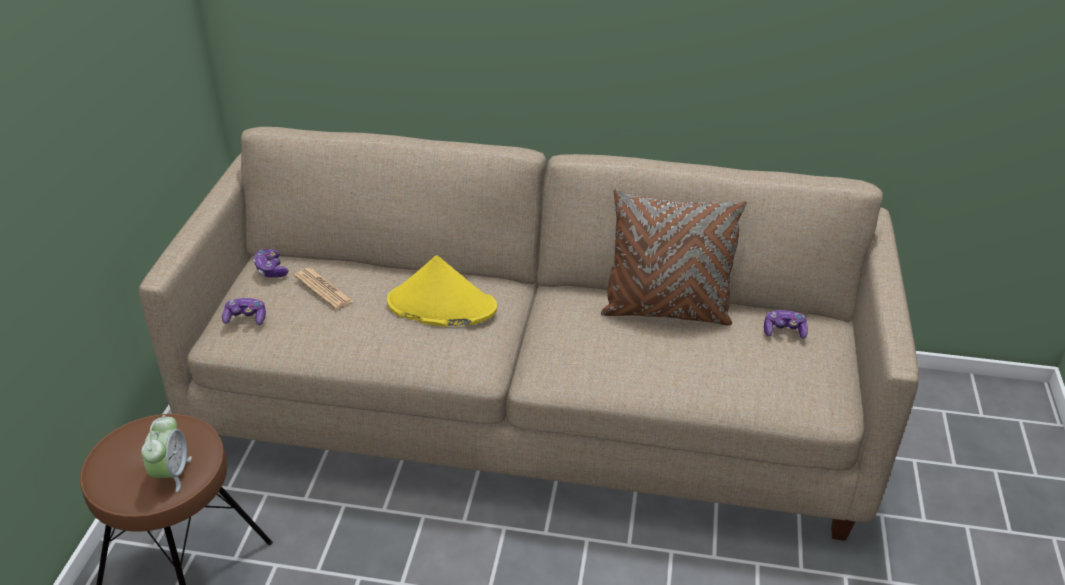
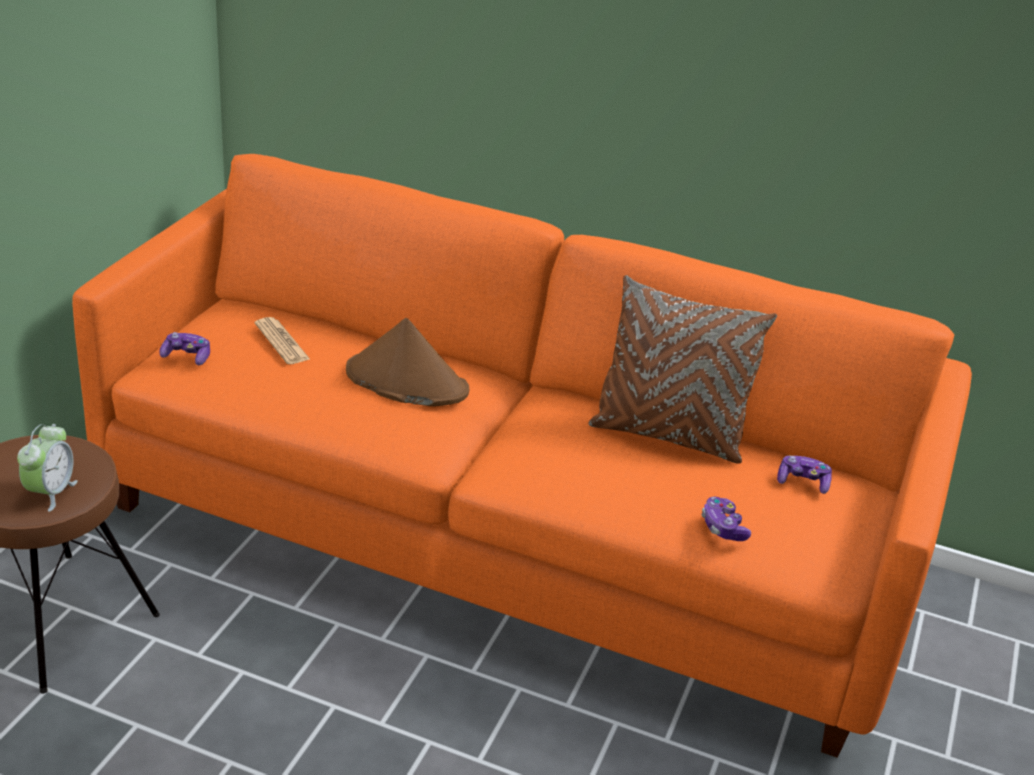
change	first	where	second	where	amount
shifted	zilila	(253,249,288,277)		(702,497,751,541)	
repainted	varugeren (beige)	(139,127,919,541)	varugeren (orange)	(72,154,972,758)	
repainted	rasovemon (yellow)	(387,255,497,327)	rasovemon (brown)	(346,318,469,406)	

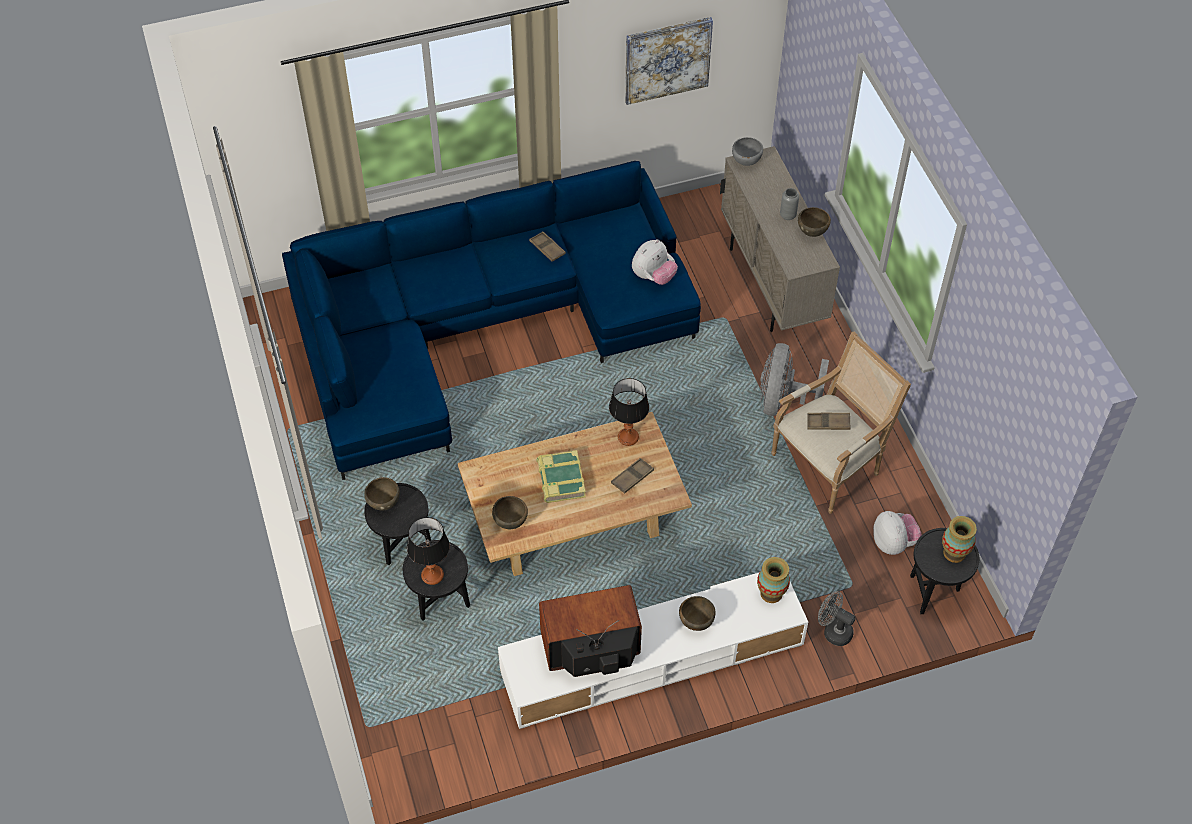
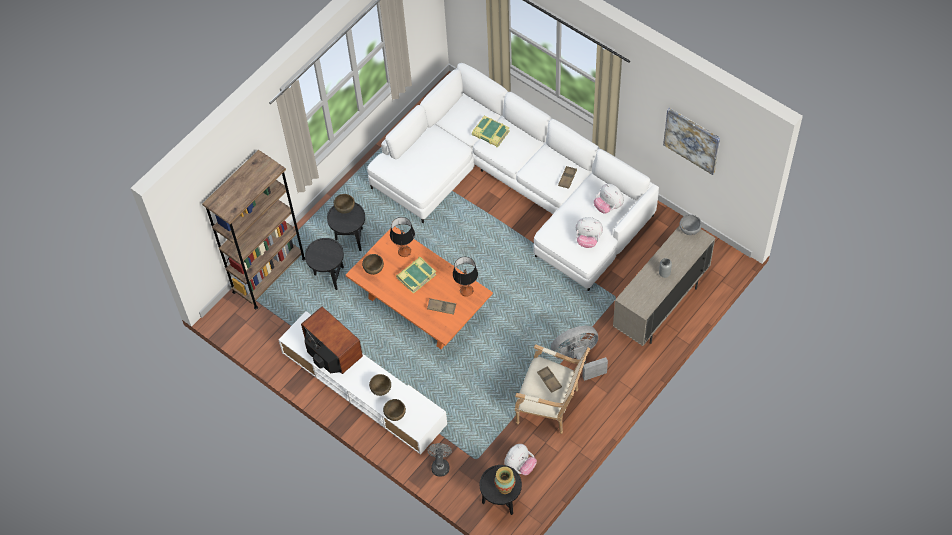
change	first	where	second	where	amount
gone	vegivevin	(757,557,790,603)			
new			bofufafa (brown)	(202,150,305,309)	
new			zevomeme	(472,115,510,147)	
new			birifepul	(594,183,624,213)	
shifted	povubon	(407,517,450,585)		(390,217,415,257)	
shifted	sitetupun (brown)	(798,207,831,237)		(383,399,406,421)	
repainted	varugeren (blue)	(282,161,701,480)	varugeren (white)	(367,63,659,291)	
repainted	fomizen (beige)	(458,412,692,576)	fomizen (orange)	(346,227,493,349)	

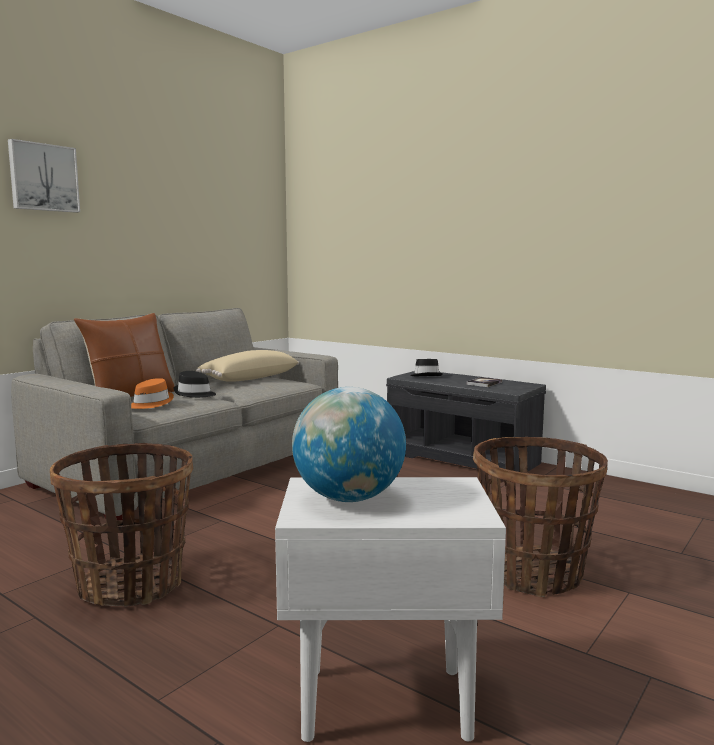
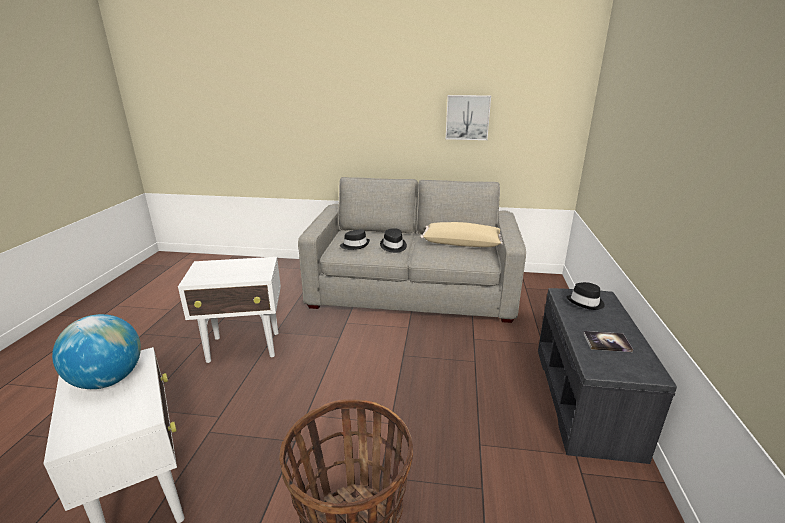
change	first	where	second	where	amount
gone	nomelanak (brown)	(74,313,174,397)			
shifted	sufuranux	(8,139,80,213)		(446,95,491,140)	
swapped	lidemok	(50,443,193,607)	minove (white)	(178,257,281,363)	
repainted	rasovemon (orange)	(131,378,174,409)	rasovemon (black)	(340,229,370,250)	

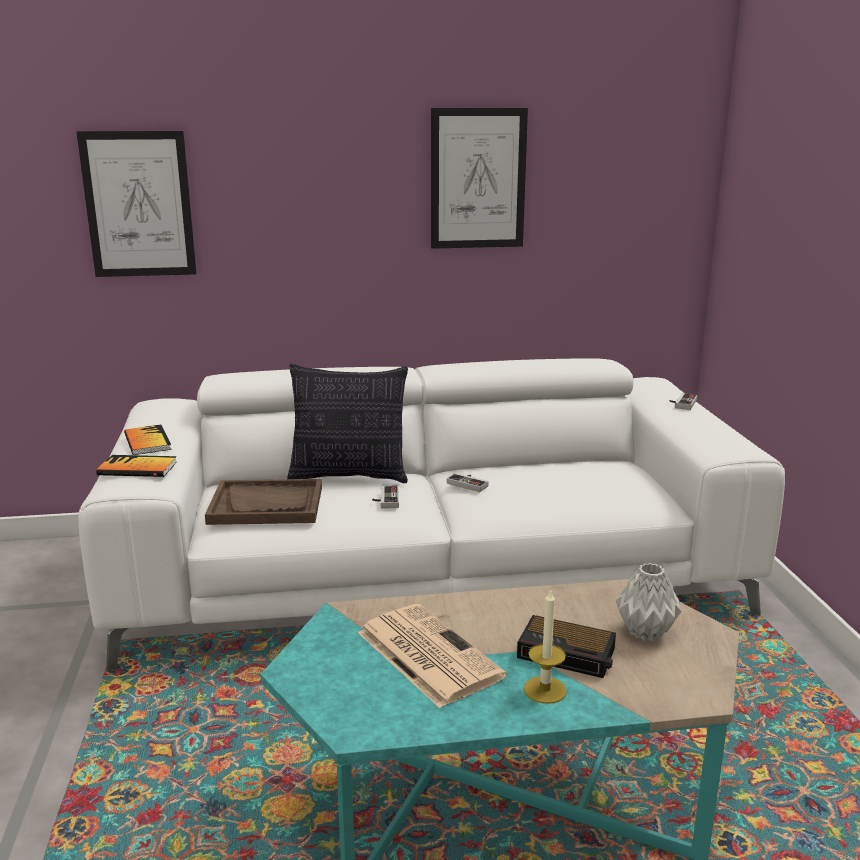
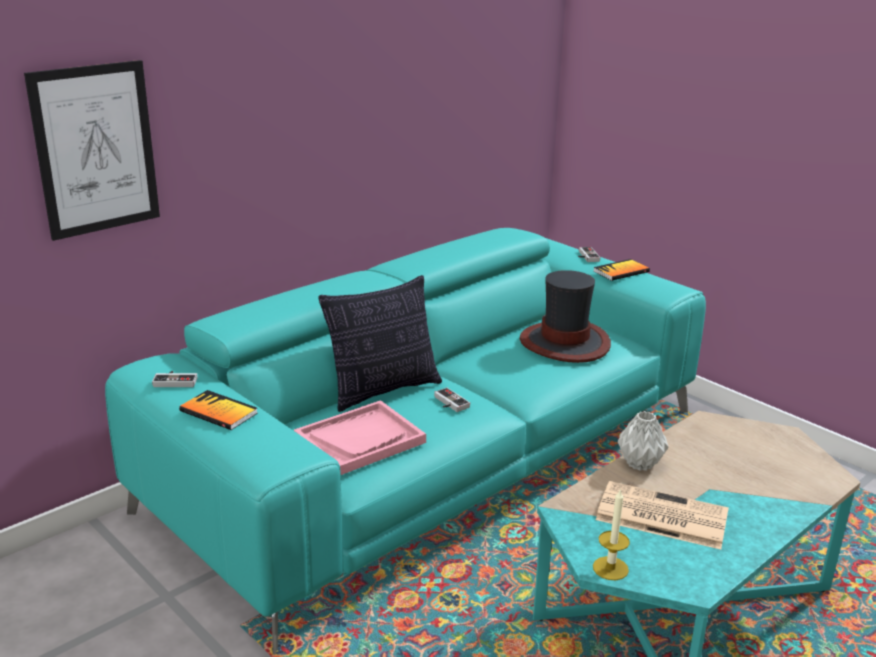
change	first	where	second	where	amount
gone	sufuranux	(431,108,528,249)			
gone	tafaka	(517,615,616,678)			
new			rasovemon	(520,270,611,363)	
shifted	zevomeme	(96,455,177,477)		(593,259,650,281)	
shifted	zilila	(447,473,489,492)		(152,371,197,387)	
shifted	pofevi	(524,588,567,704)		(593,488,630,580)	
shifted	vegivevin (grey)	(616,563,681,641)		(618,411,669,471)	
repainted	varugeren (white)	(78,358,785,672)	varugeren (turquoise)	(105,228,706,655)	
repainted	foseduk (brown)	(205,479,322,525)	foseduk (pink)	(294,400,426,475)	

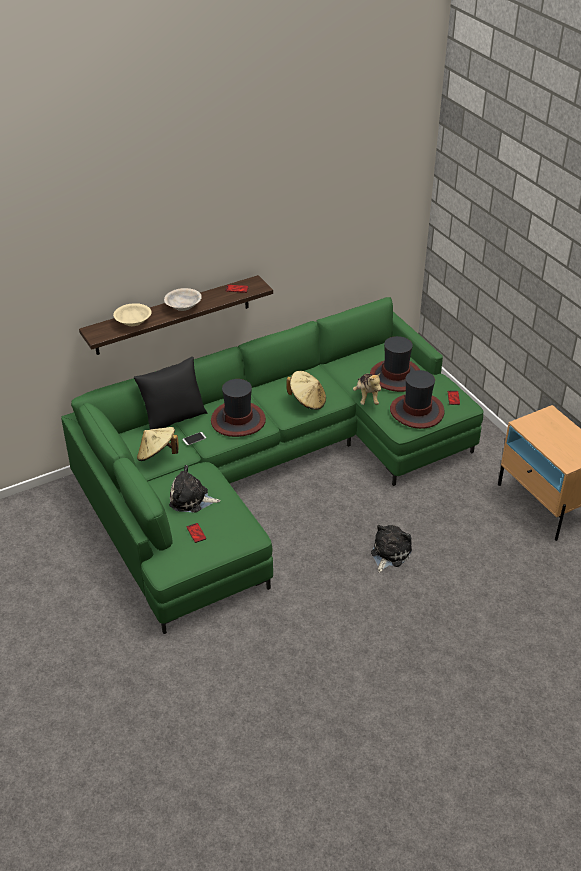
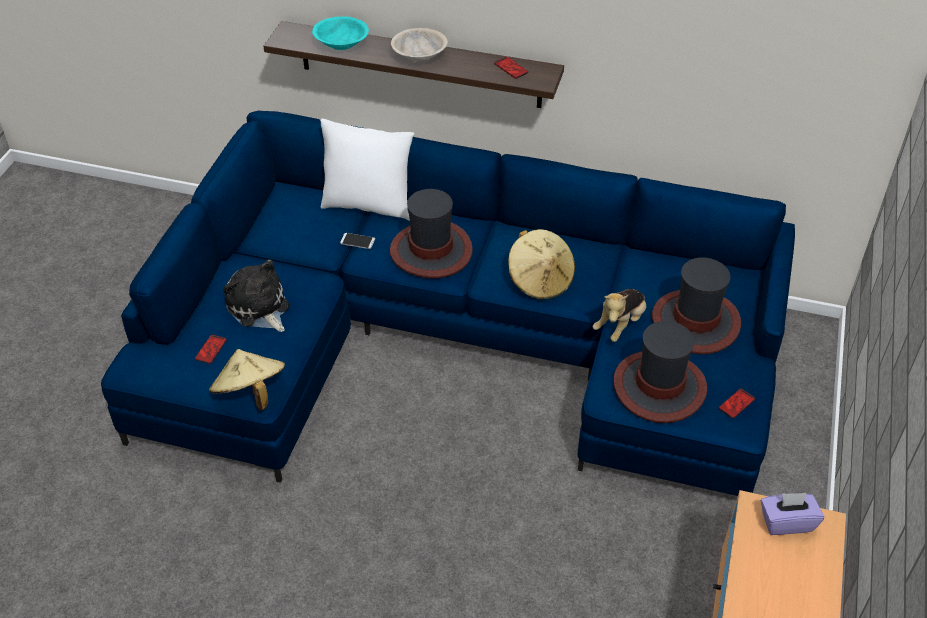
change	first	where	second	where	amount
gone	birifepul	(371,525,412,573)			
new			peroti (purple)	(761,493,824,535)	
shifted	rasovemon (beige)	(137,427,179,461)		(209,349,285,410)	
repainted	varugeren (green)	(61,297,484,634)	varugeren (blue)	(101,111,795,496)	
repainted	sitetupun (beige)	(113,303,152,326)	sitetupun (turquoise)	(312,16,369,50)	
repainted	nomelanak (black)	(134,357,207,430)	nomelanak (white)	(320,119,414,221)	

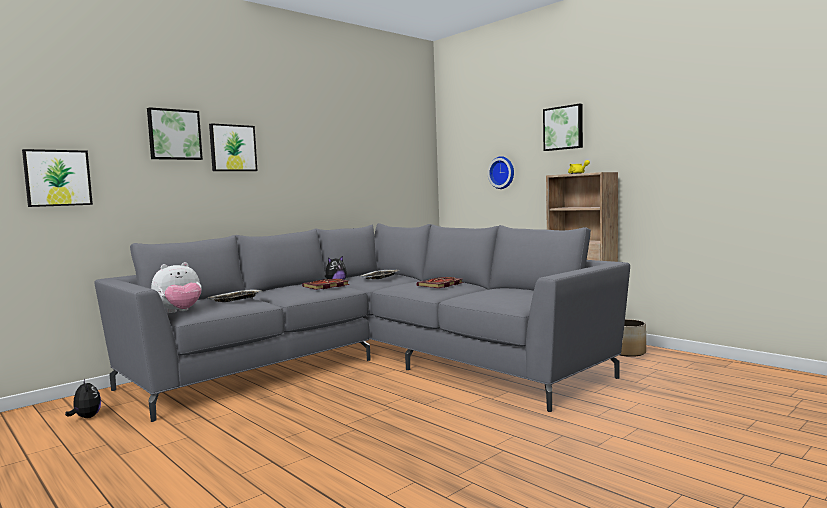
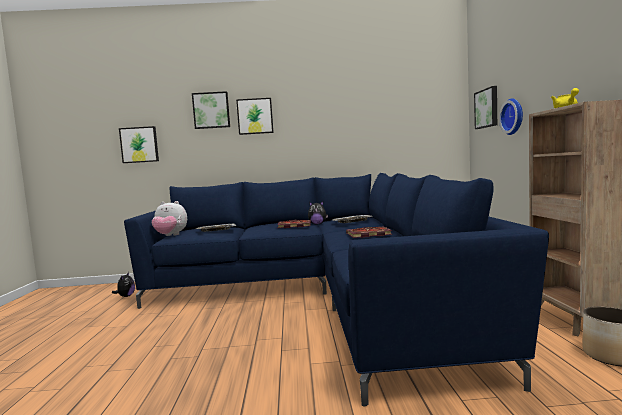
change	first	where	second	where	amount
shifted	sufuranux	(543,104,583,151)		(474,86,497,129)	
repainted	varugeren (grey)	(95,223,630,422)	varugeren (blue)	(124,173,549,407)	

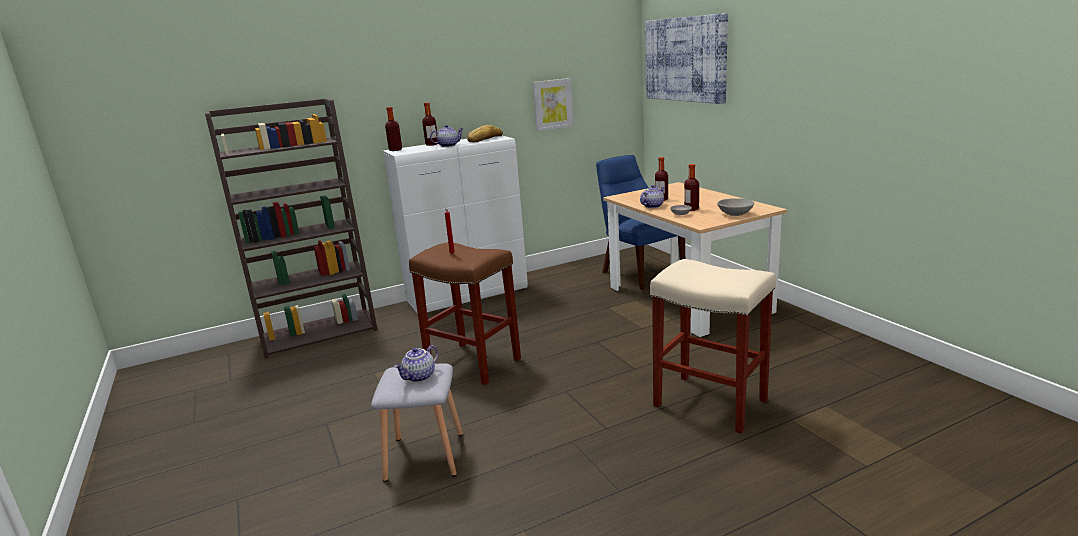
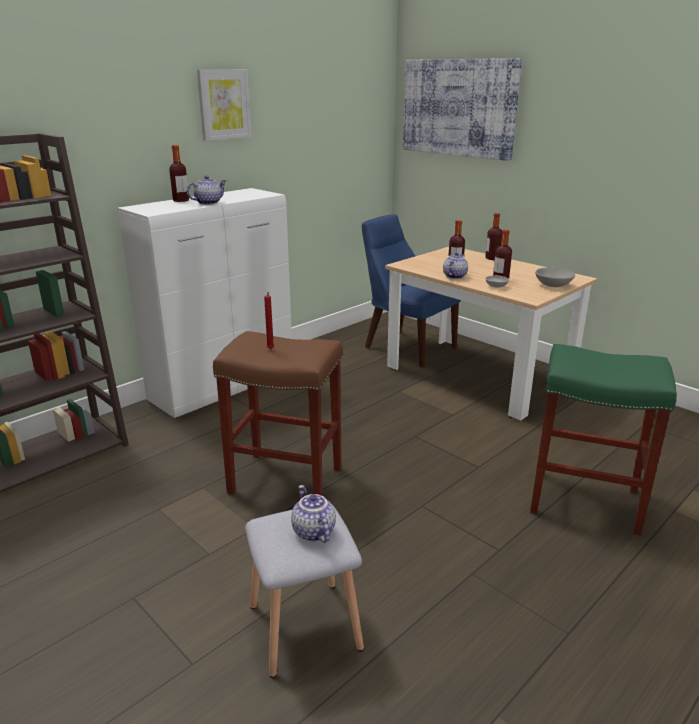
change	first	where	second	where	amount
gone	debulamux	(467,125,503,142)			
shifted	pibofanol	(385,107,402,151)		(485,213,502,260)	
shifted	sufuranux	(533,78,574,131)		(197,69,252,141)	
repainted	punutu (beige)	(650,259,776,434)	punutu (green)	(530,344,677,535)	
rotated	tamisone	(394,345,439,382)		(291,485,336,543)	135 degrees clockwise

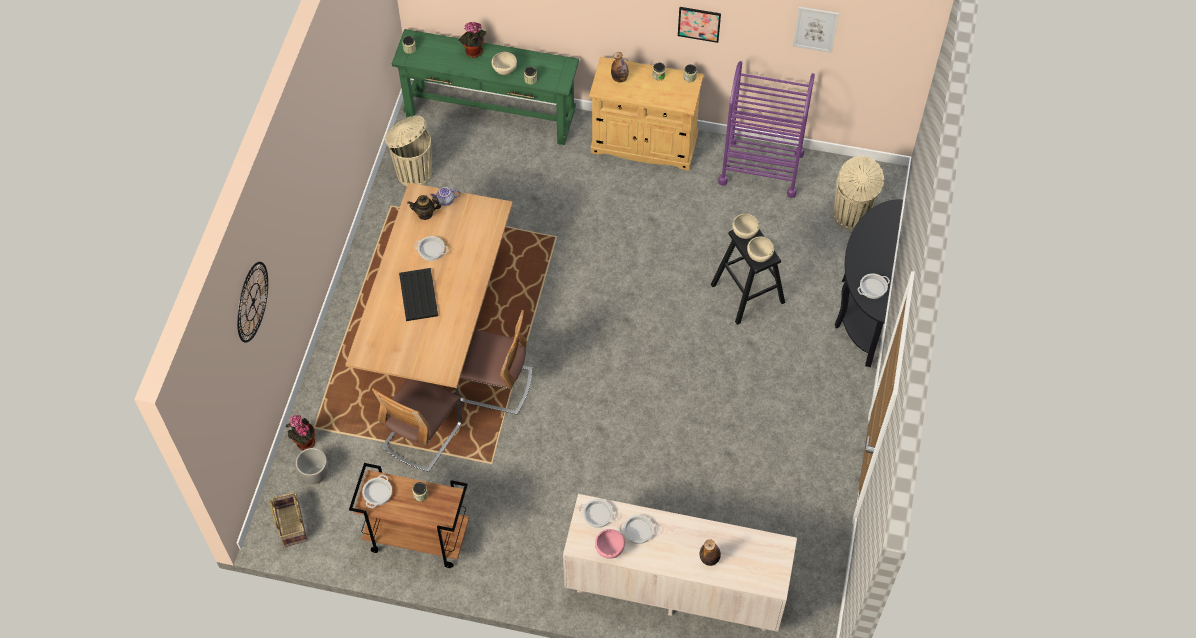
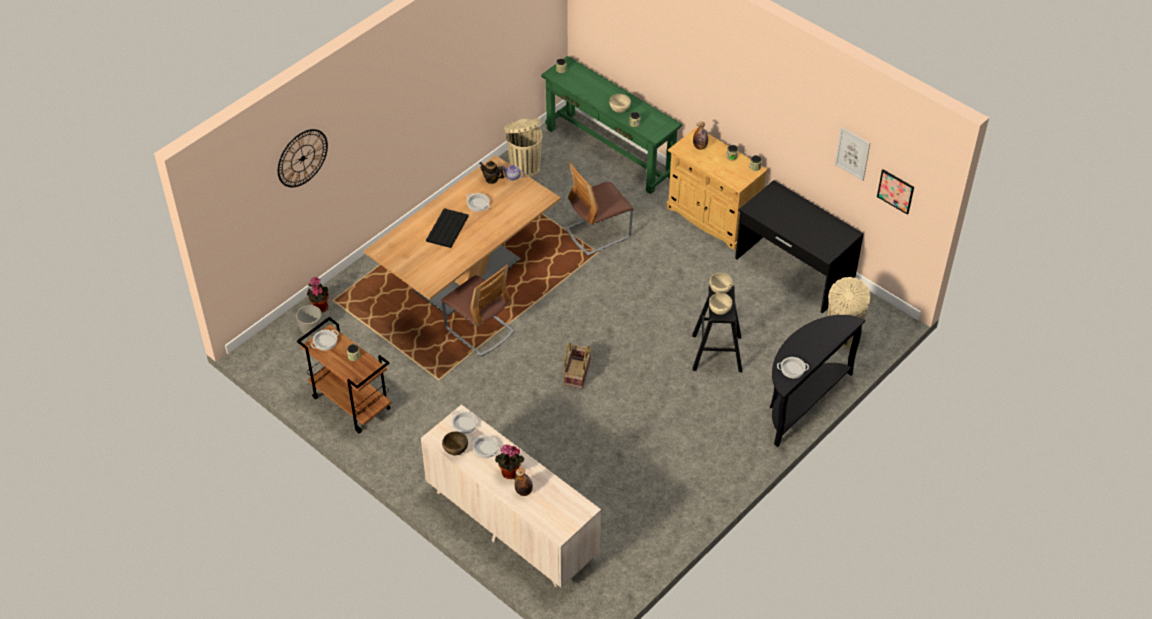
change	first	where	second	where	amount
shifted	lidemok	(270,492,307,547)		(563,342,592,389)	
shifted	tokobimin	(372,379,462,472)		(566,162,634,256)	
shifted	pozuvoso	(459,22,486,57)		(495,444,525,479)	
shifted	sufuranux	(678,7,721,43)		(877,169,914,215)	
swapped	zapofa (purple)	(718,61,815,198)	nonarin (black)	(735,180,863,314)	
repainted	sitetupun (pink)	(595,529,625,559)	sitetupun (brown)	(442,432,468,455)	

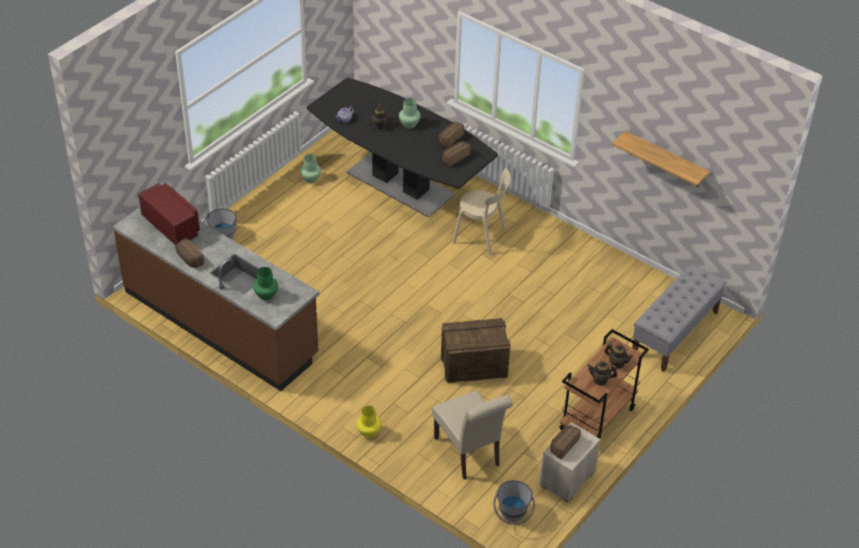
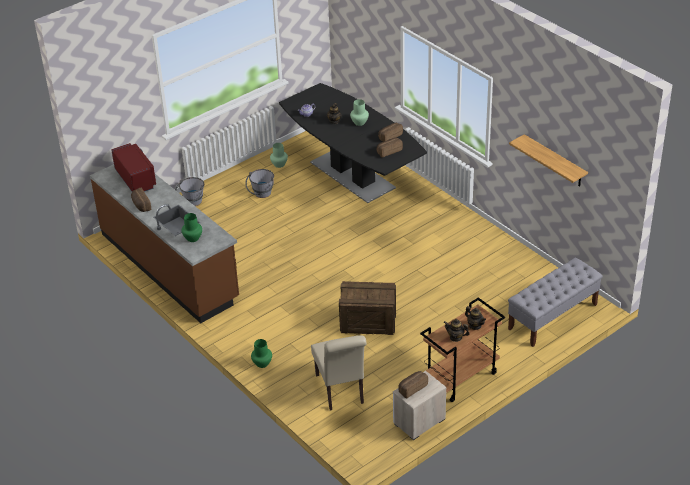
change	first	where	second	where	amount
gone	tokobimin (beige)	(452,168,510,255)			
shifted	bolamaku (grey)	(493,480,535,525)		(245,169,274,198)	
repainted	vegivevin (yellow)	(356,406,381,438)	vegivevin (green)	(251,339,272,368)	

